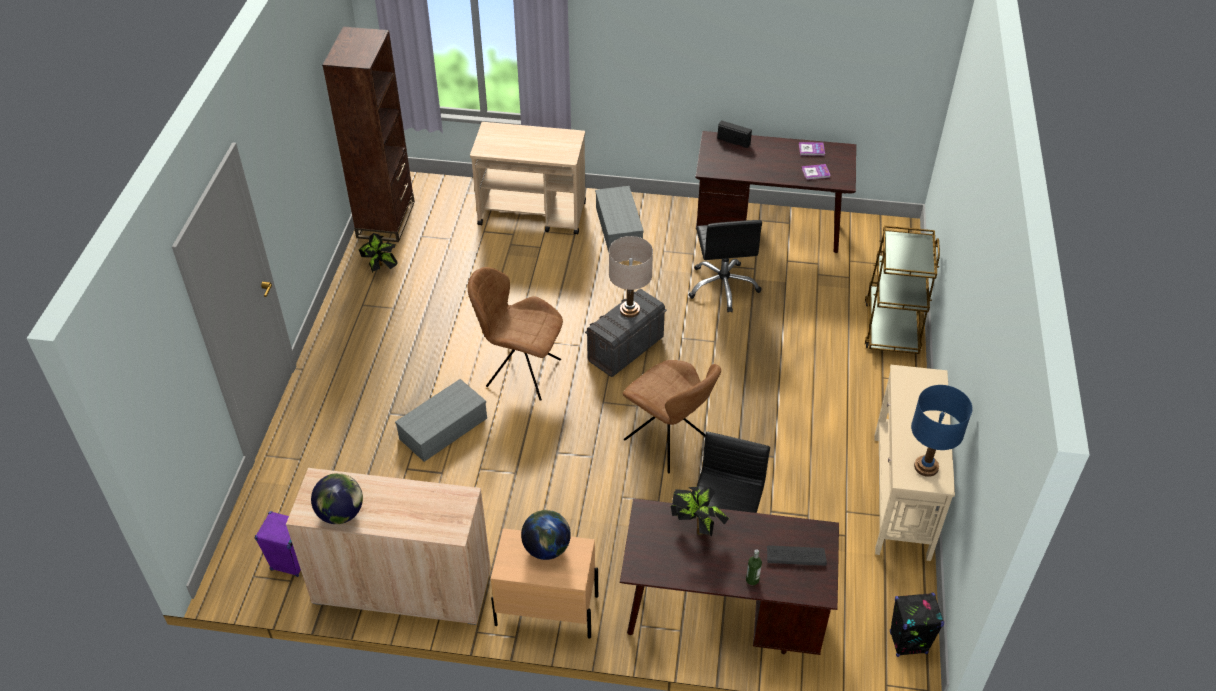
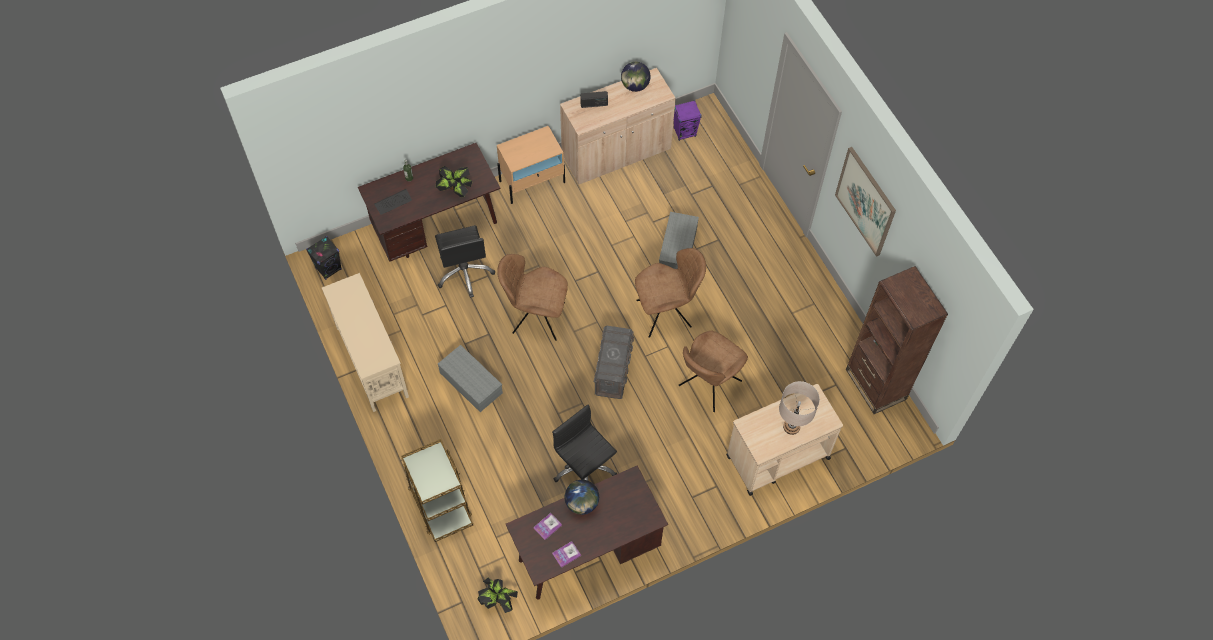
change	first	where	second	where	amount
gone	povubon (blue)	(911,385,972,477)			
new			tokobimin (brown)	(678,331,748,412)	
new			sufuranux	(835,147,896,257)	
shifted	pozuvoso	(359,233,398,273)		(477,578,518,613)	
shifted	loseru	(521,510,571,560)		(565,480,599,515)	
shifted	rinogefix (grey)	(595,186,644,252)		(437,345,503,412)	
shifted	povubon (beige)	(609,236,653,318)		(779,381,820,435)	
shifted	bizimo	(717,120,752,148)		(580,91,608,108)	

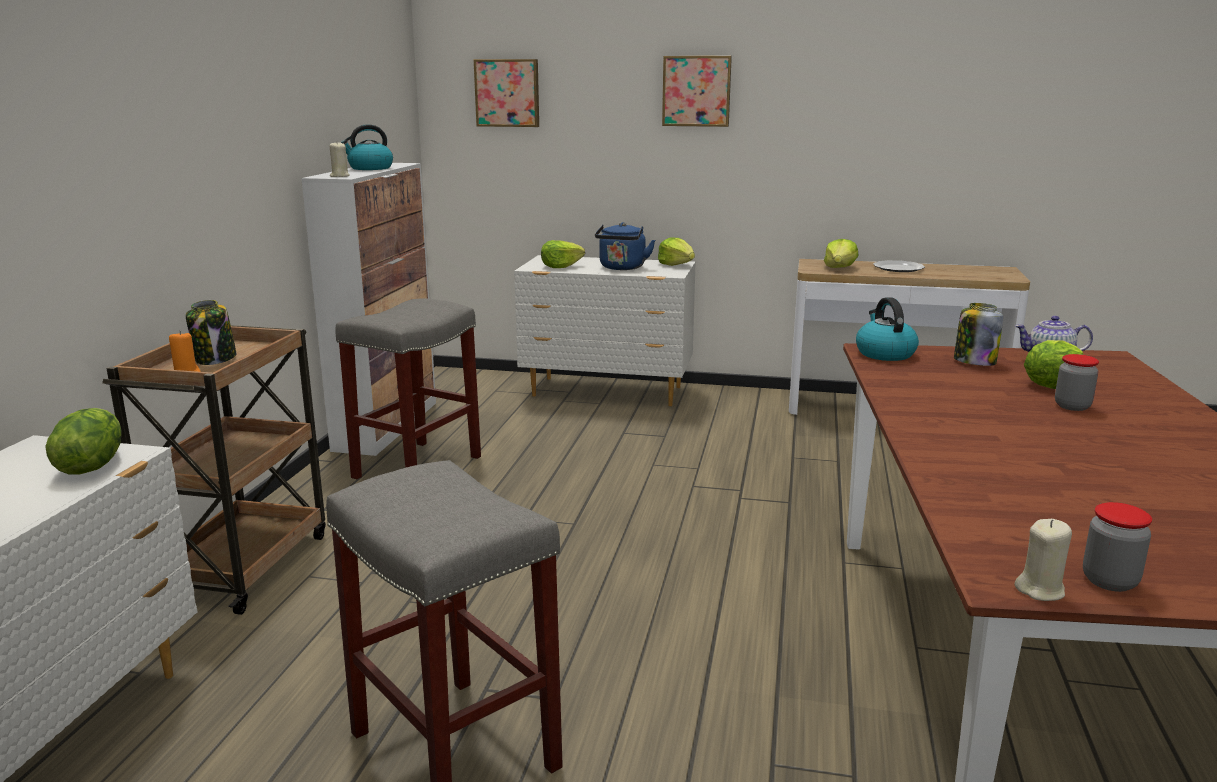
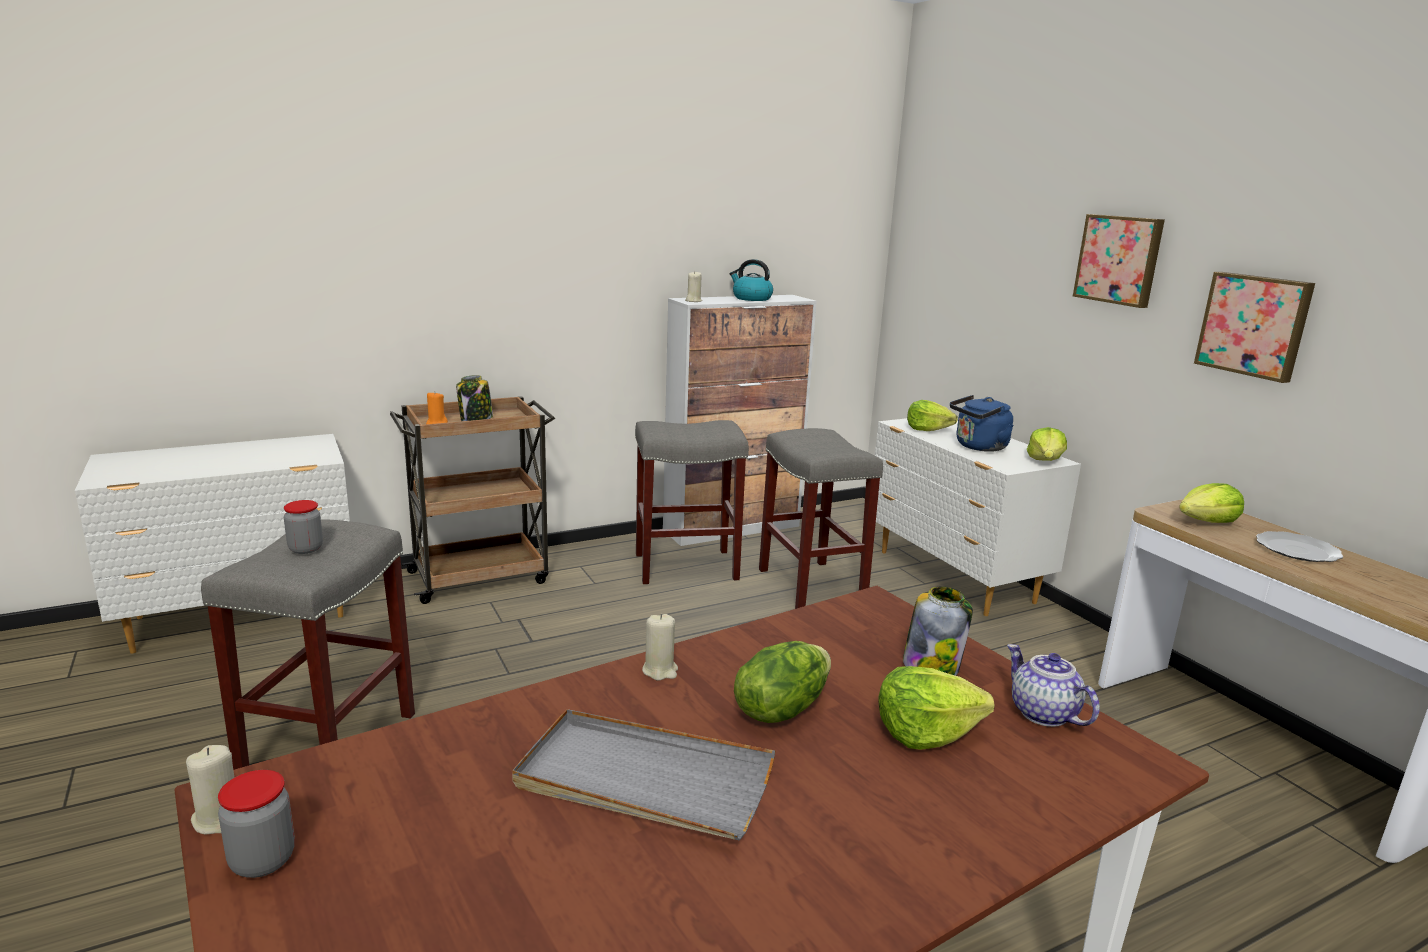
change	first	where	second	where	amount
gone	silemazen	(856,297,919,361)			
new			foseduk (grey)	(512,709,775,841)	
new			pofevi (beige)	(642,614,678,680)	
new			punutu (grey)	(759,428,883,609)	
shifted	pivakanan	(45,408,122,474)		(734,641,831,723)	
shifted	sufuranux	(473,59,539,127)		(1194,272,1315,383)	
shifted	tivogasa	(1055,354,1099,411)		(284,500,323,554)	

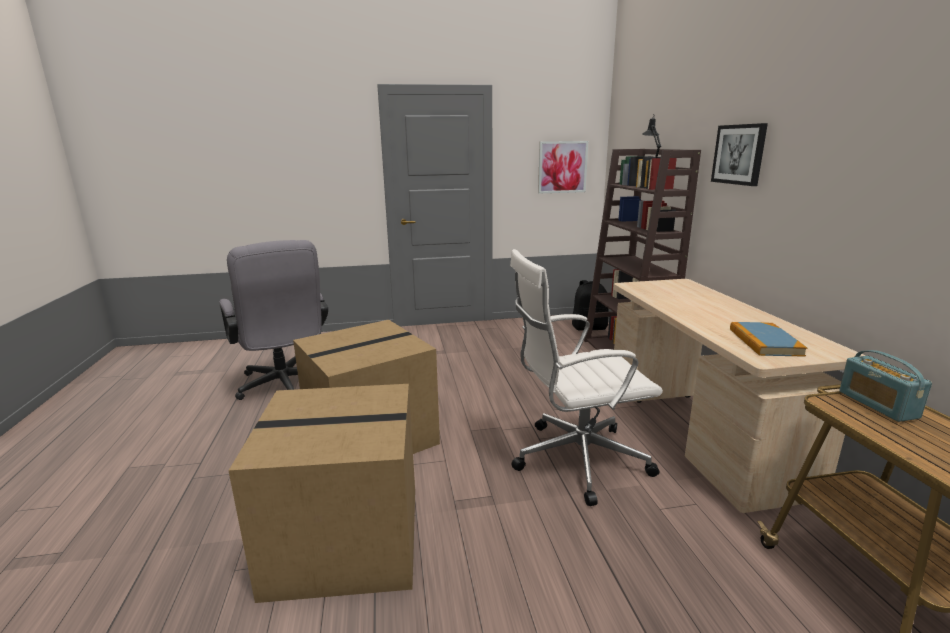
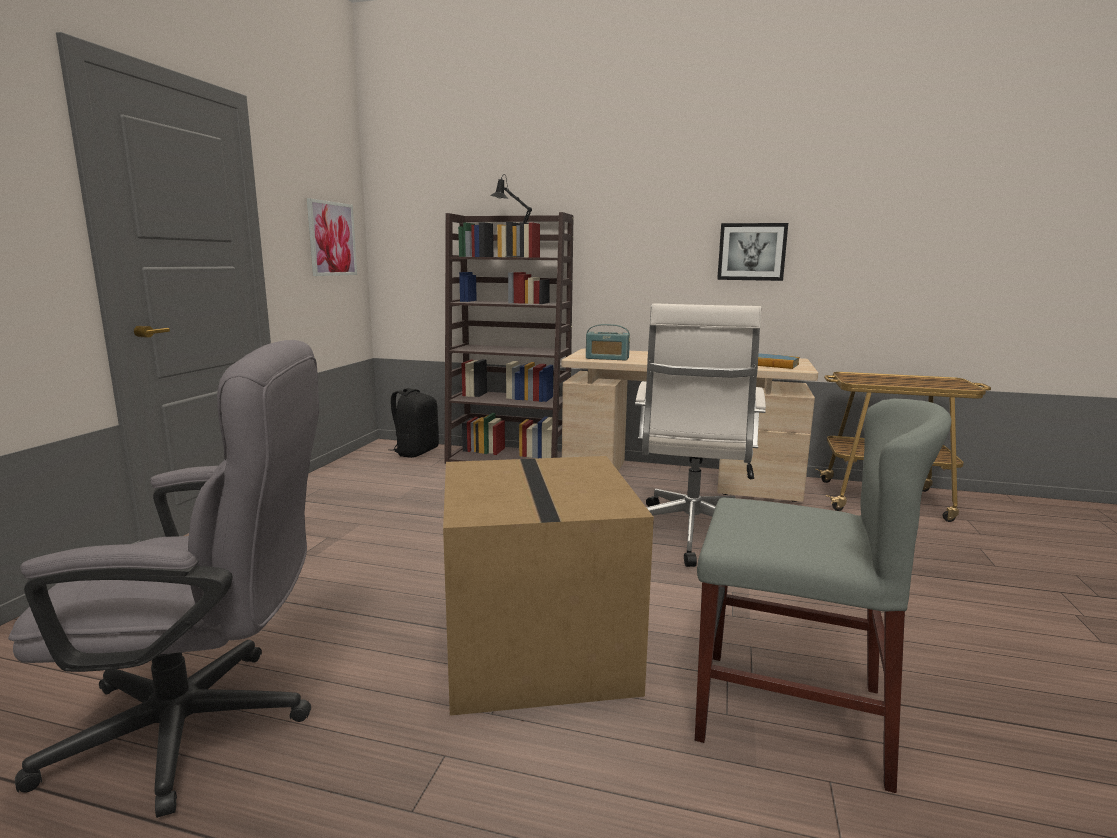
change	first	where	second	where	amount
shifted	sufuranux	(711,123,768,186)		(717,223,788,281)	
shifted	bizimo	(839,350,932,422)		(586,324,630,361)	
swapped	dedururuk	(228,384,415,603)	tokobimin (grey)	(695,398,951,793)	

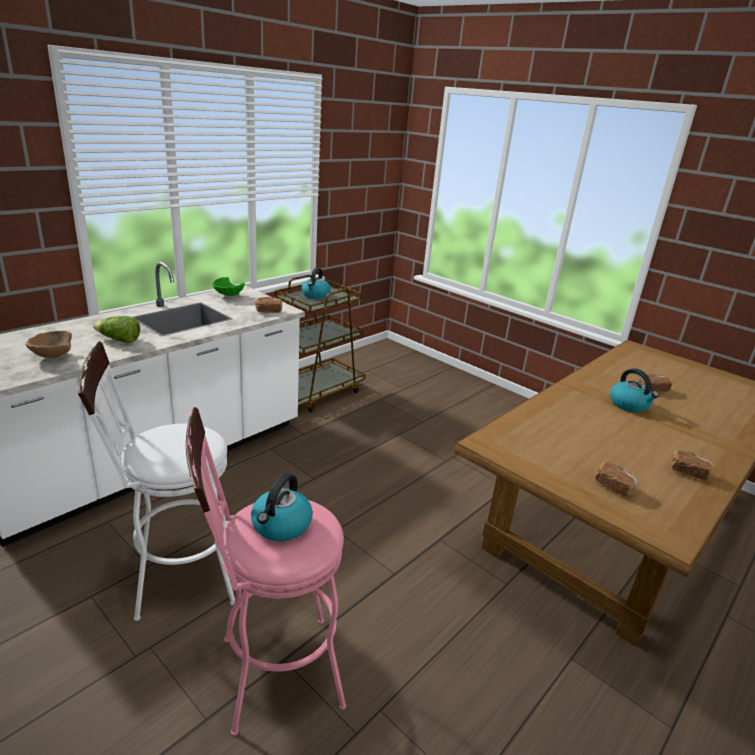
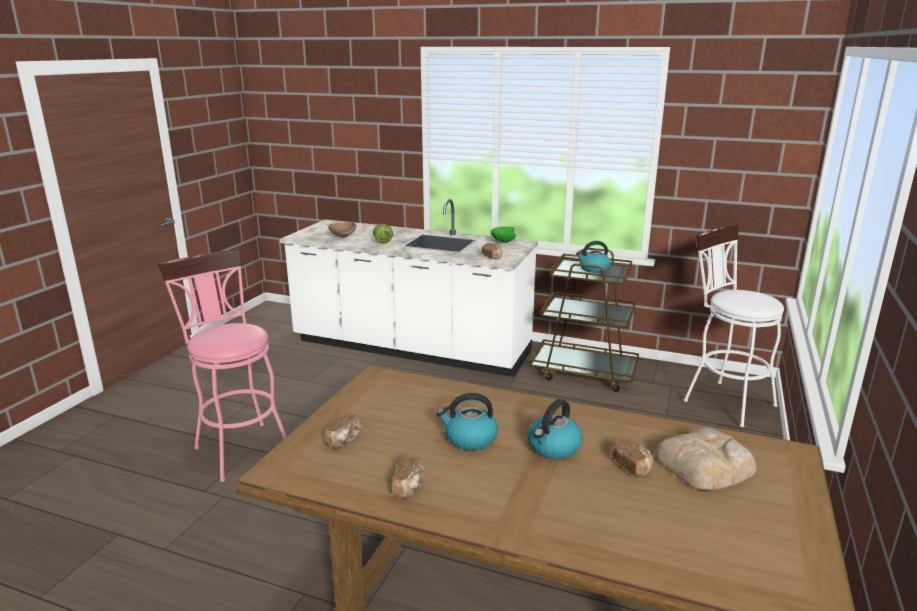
change	first	where	second	where	amount
new			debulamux	(655,428,757,490)	
shifted	punutu (white)	(78,341,235,621)		(683,224,784,427)	
shifted	silemazen	(251,473,313,541)		(437,393,498,450)	

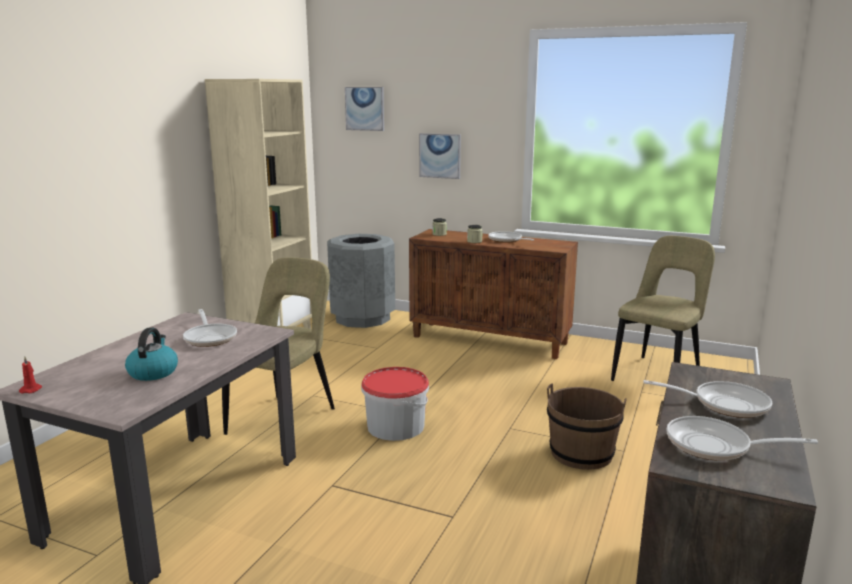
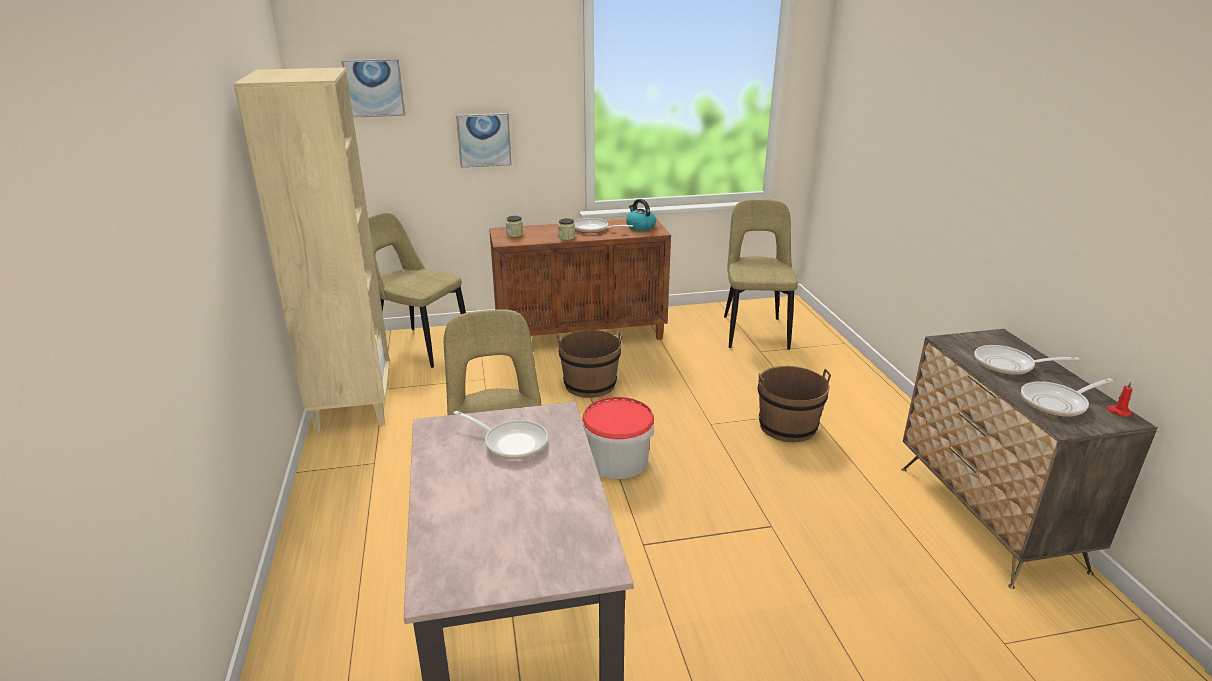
change	first	where	second	where	amount
new			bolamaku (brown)	(557,330,622,398)	
shifted	pofevi (red)	(19,357,42,393)		(1106,381,1133,417)	
shifted	silemazen	(125,328,178,381)		(626,199,656,231)	
swapped	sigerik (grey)	(327,234,395,328)	tokobimin (beige)	(368,212,466,368)	
rotated	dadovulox	(643,380,772,418)		(974,345,1080,375)	150 degrees counterclockwise

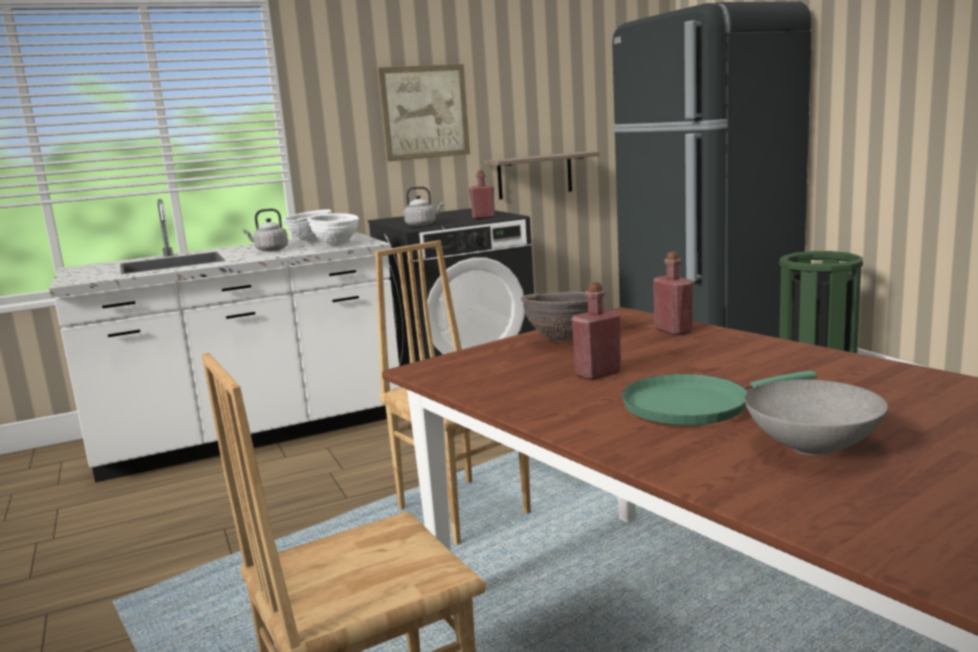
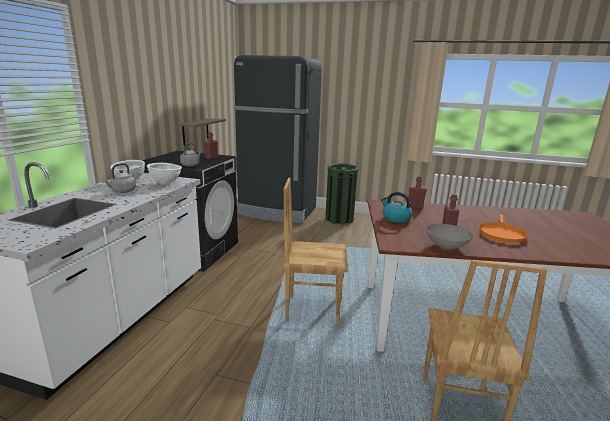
change	first	where	second	where	amount
gone	sufuranux	(378,64,470,161)			
shifted	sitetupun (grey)	(745,380,888,455)		(426,224,473,250)	
swapped	sitetupun (brown)	(521,292,588,342)	silemazen	(381,192,412,223)	
repainted	dadovulox (green)	(622,371,817,426)	dadovulox (orange)	(479,215,528,243)	

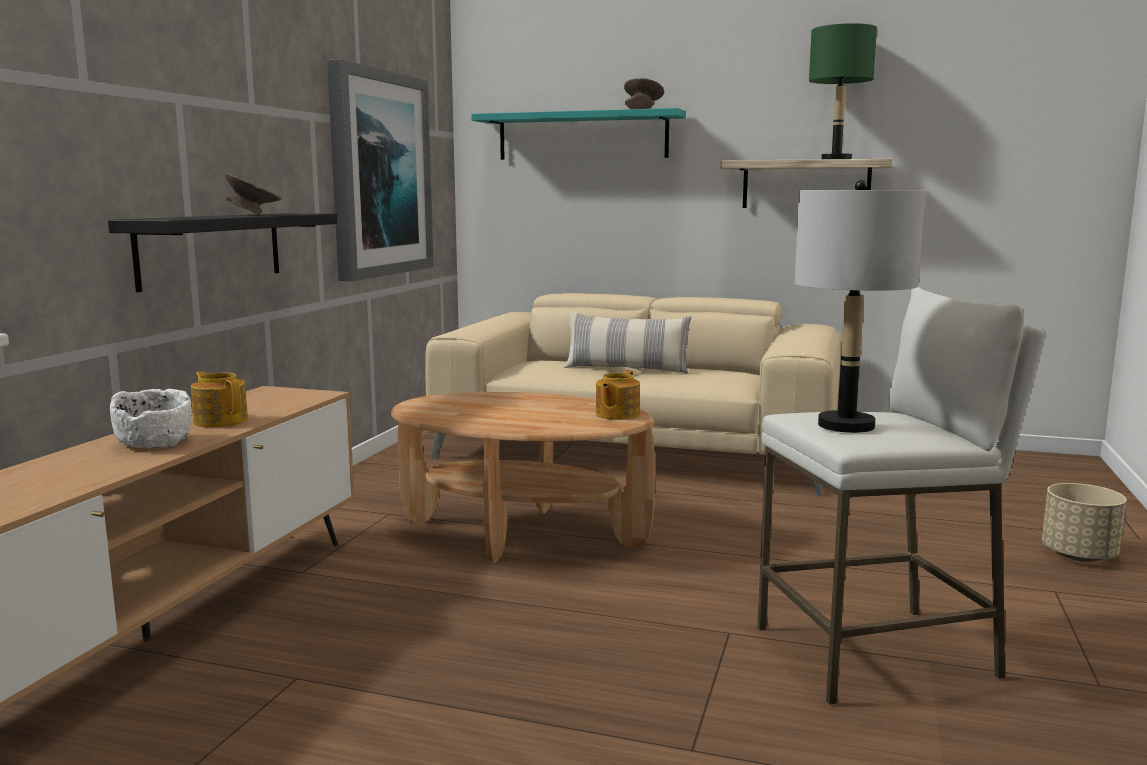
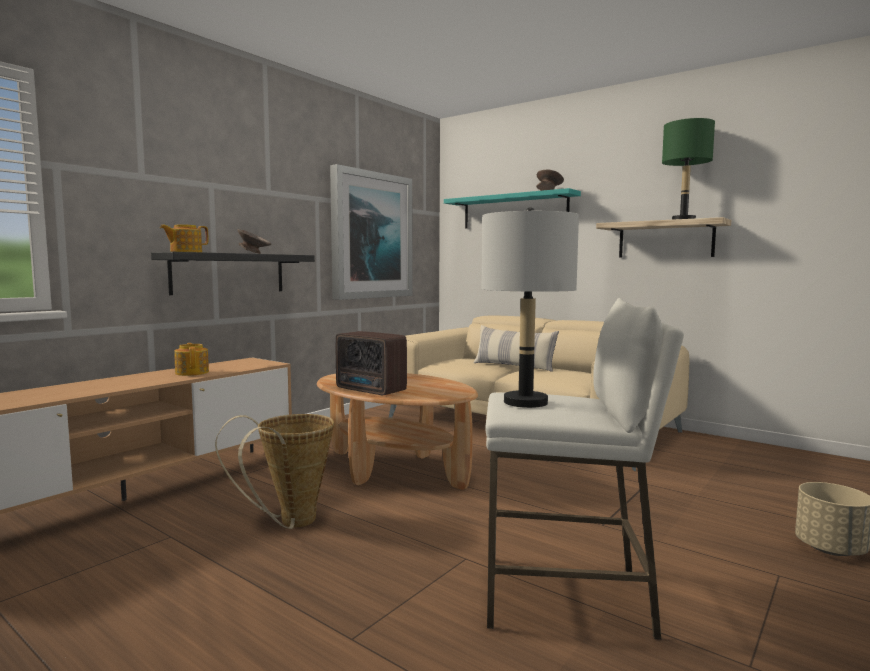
change	first	where	second	where	amount
gone	sitetupun (white)	(110,389,192,448)			
new			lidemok	(215,414,334,529)	
new			bizimo	(336,331,407,396)	
shifted	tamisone	(596,370,640,420)		(160,225,208,252)	

